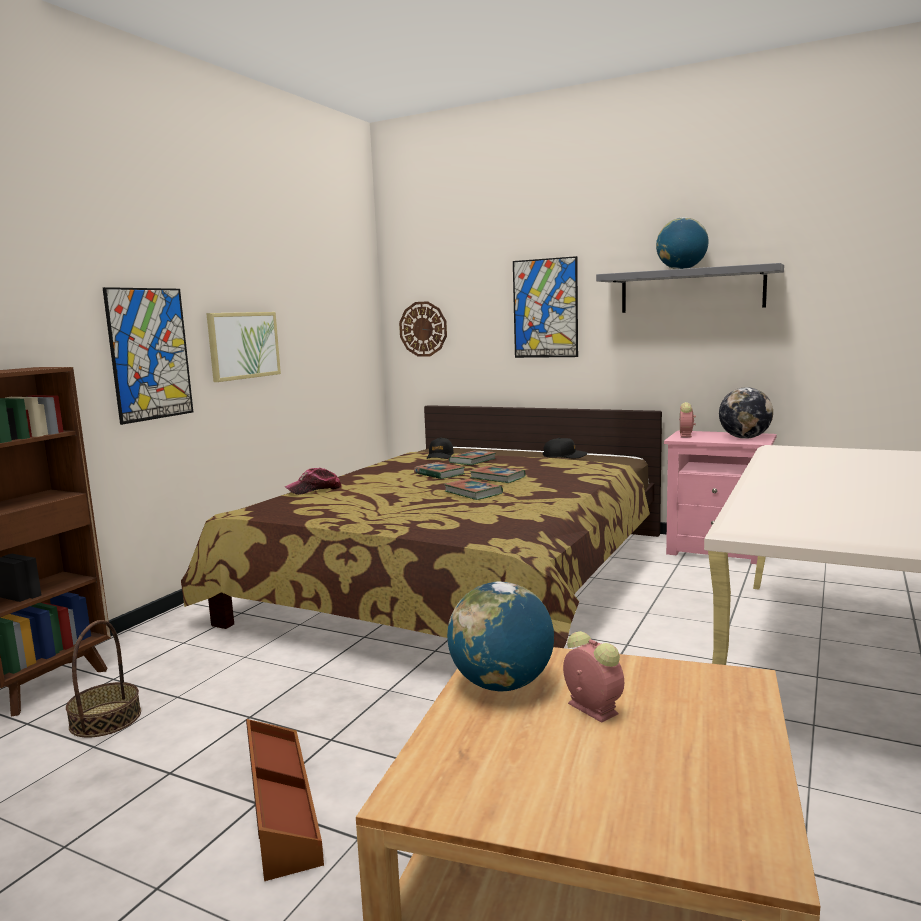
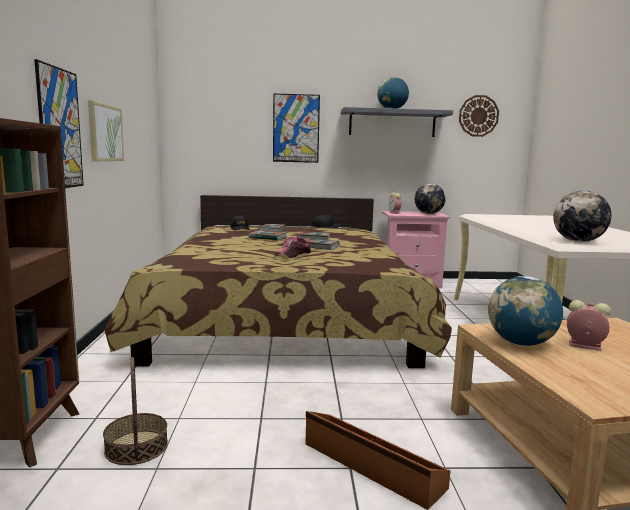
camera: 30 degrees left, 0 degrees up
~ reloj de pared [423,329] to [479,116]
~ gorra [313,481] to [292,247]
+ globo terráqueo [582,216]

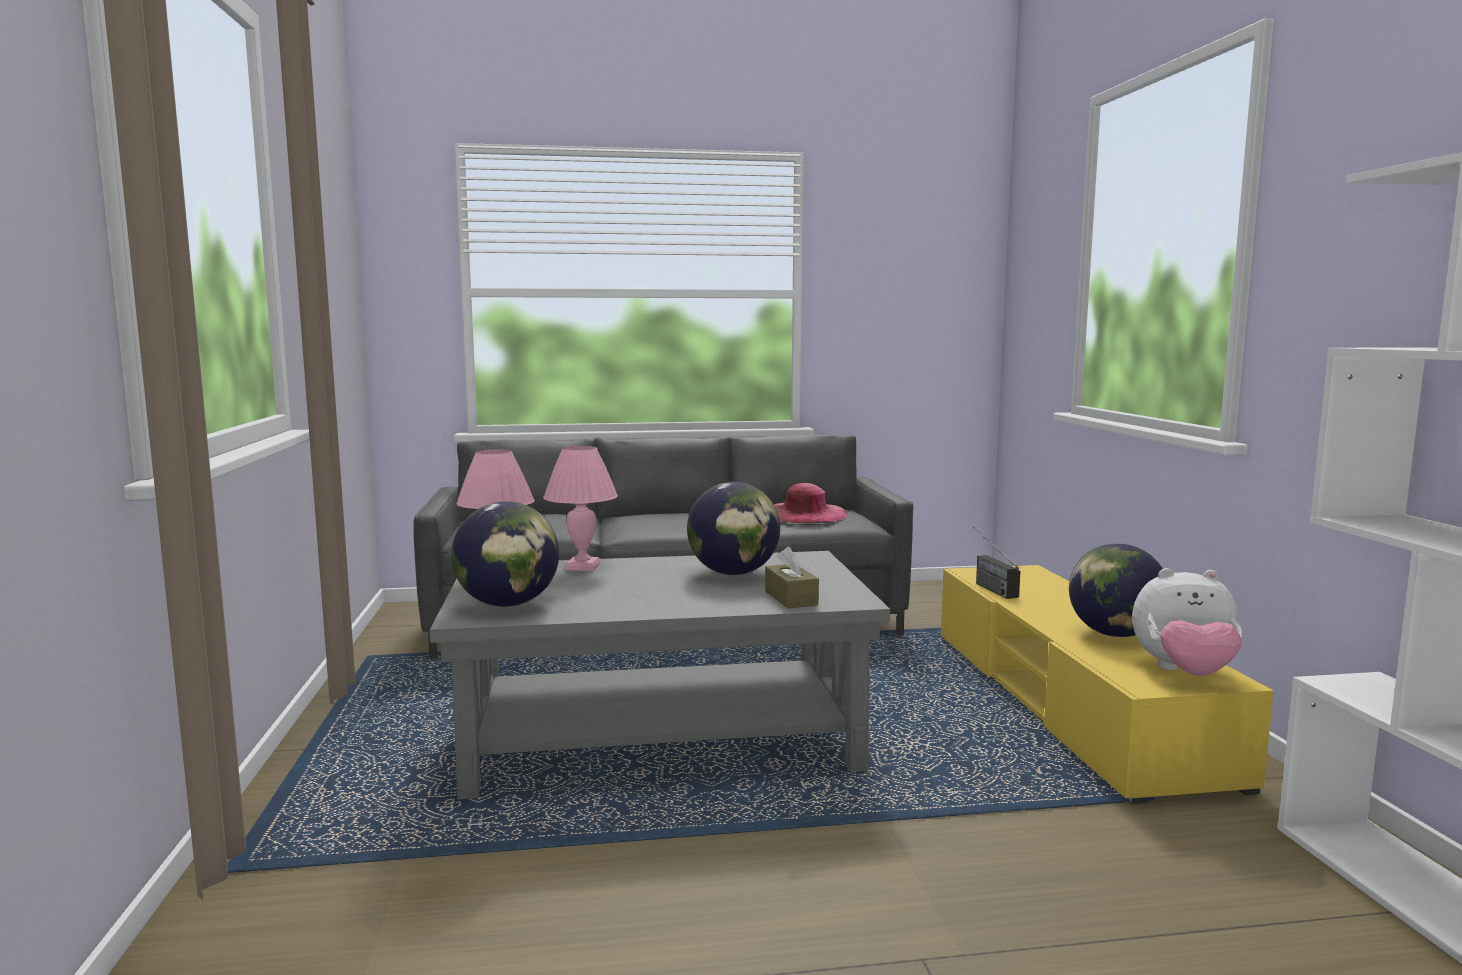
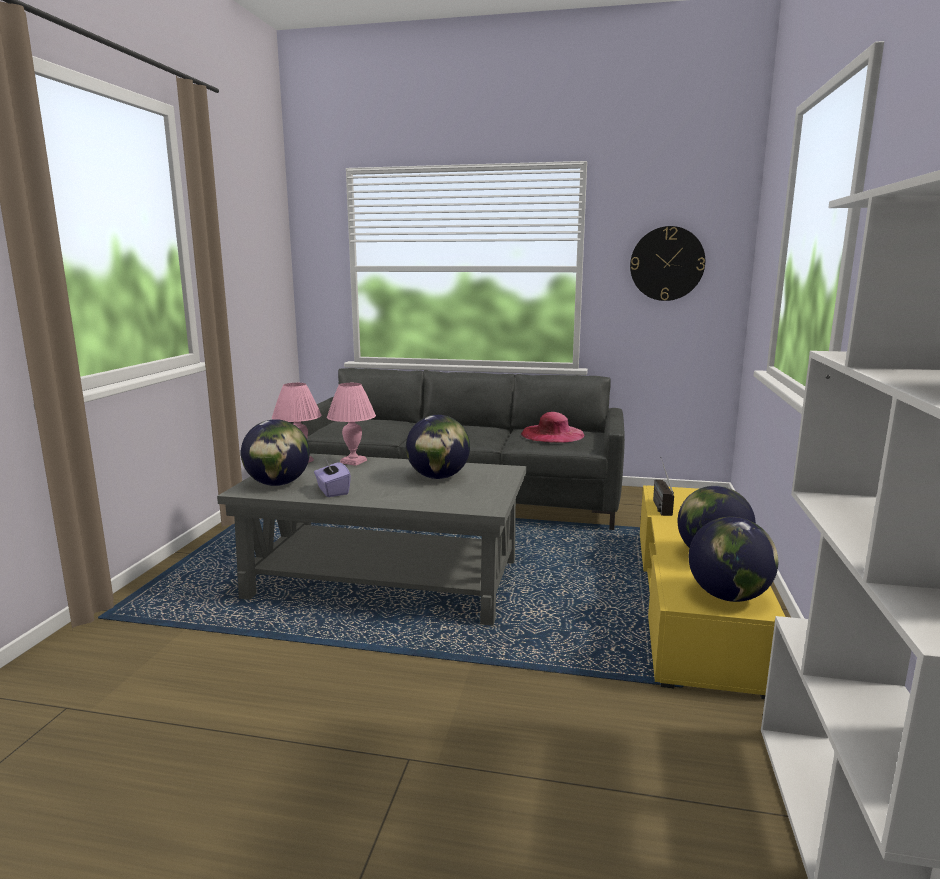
camera: 20 degrees right, 5 degrees up
- caja de pañuelos [marrón] [792,577]
~ peluche [1187,622] to globo terráqueo [733,559]
+ reloj de pared [667,263]
+ caja de pañuelos [morado] [332,478]

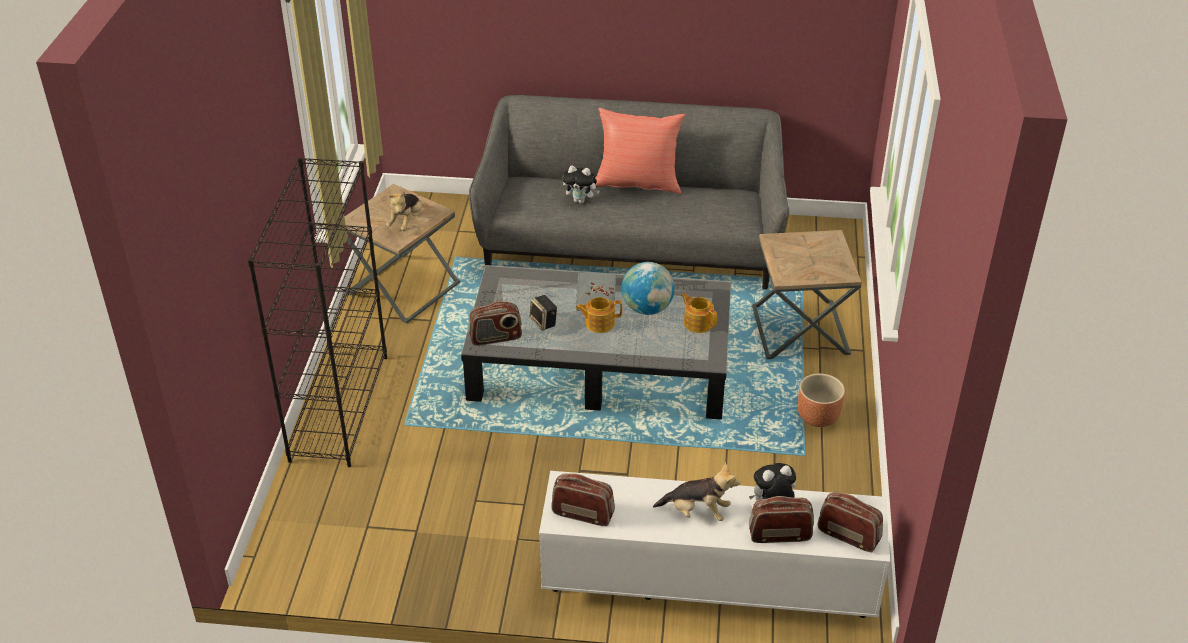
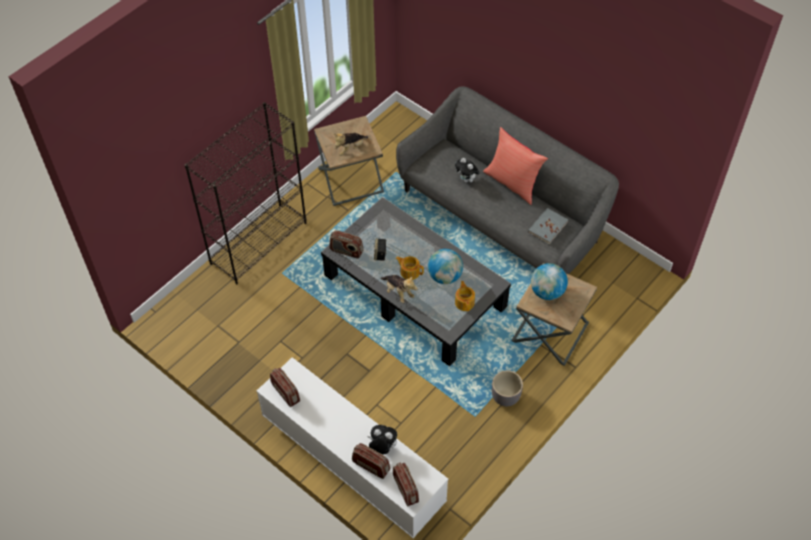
camera: 35 degrees right, 15 degrees up
~ libro [gris] [596,292] to [548,226]
~ maceta [marrón] [821,400] to maceta [gris] [507,388]
~ peluche [696,491] to [399,289]
+ globo terráqueo [549,281]

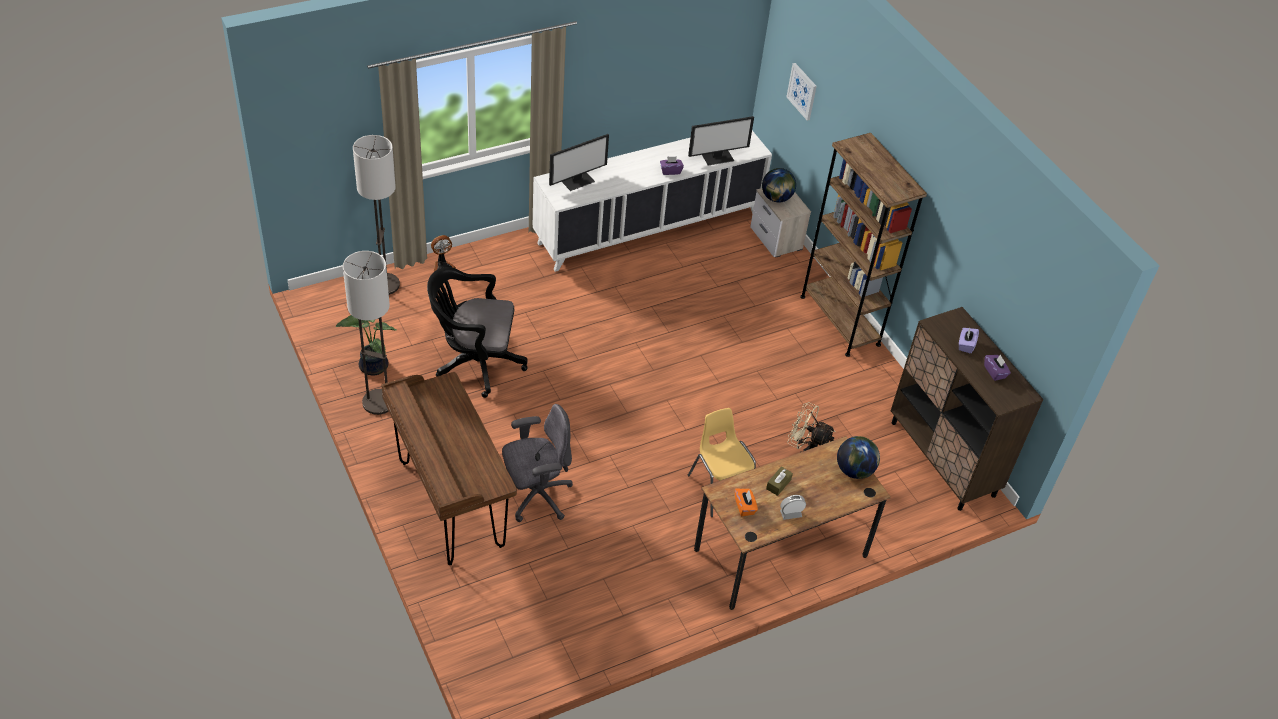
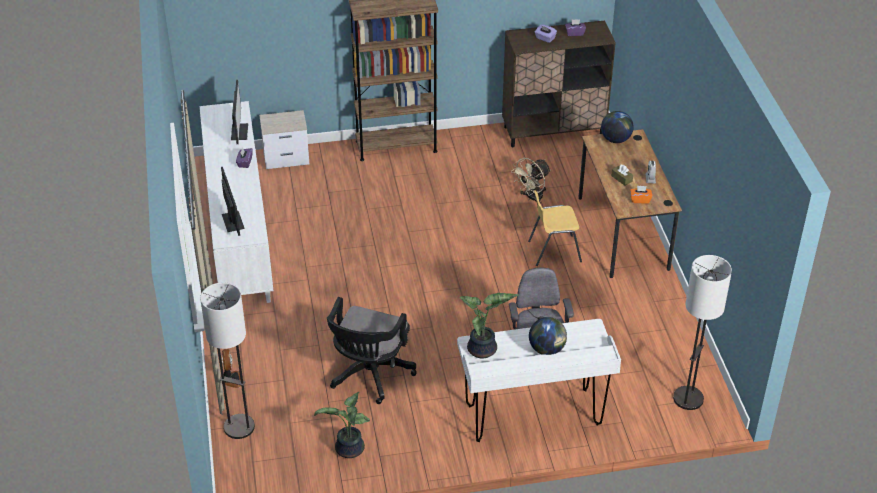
camera: 70 degrees left, 5 degrees down
- cuadro [802,92]
~ globo terráqueo [779,185] to [548,336]
~ lámpara de pie [366,333] to [702,332]
~ escritorio [marrón] [449,468] to escritorio [blanco] [539,380]
+ planta en maceta [489,326]

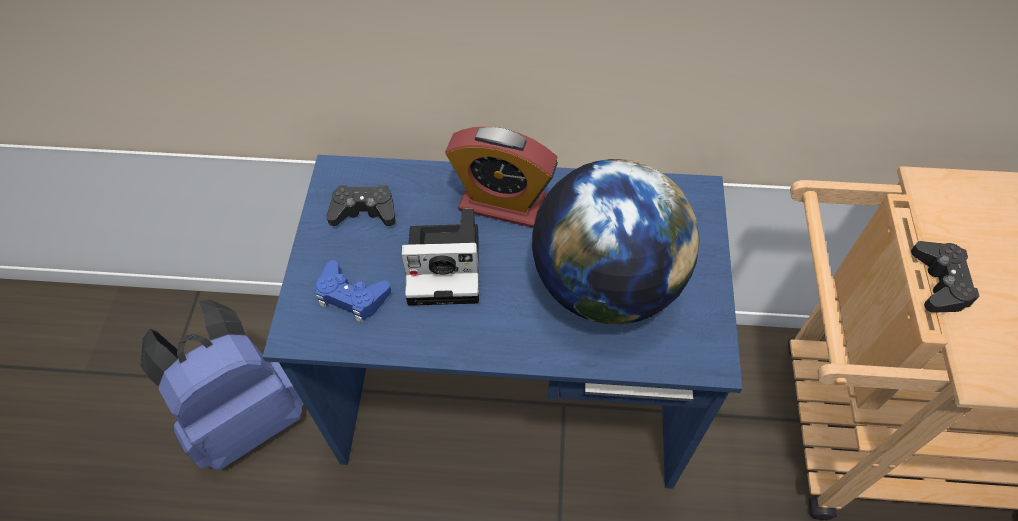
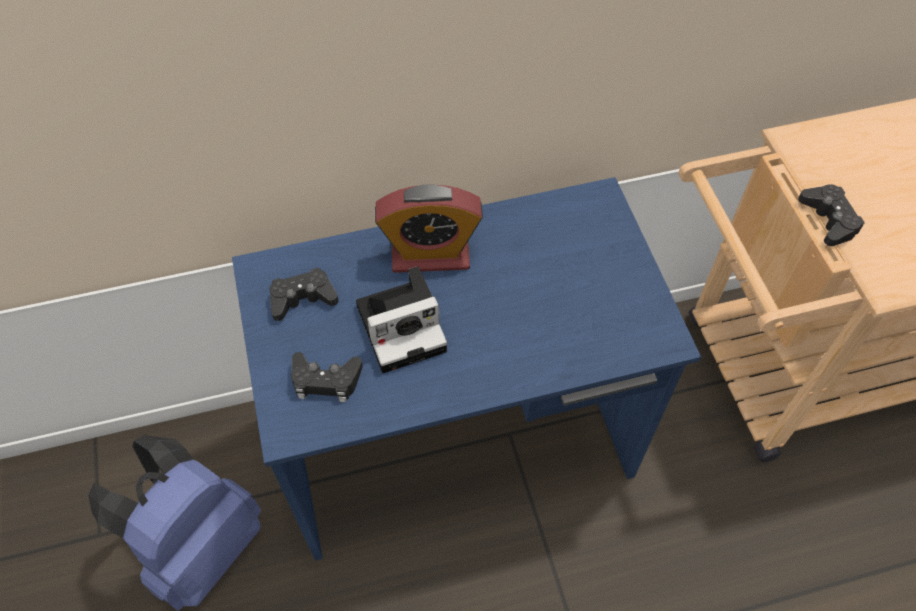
camera: 20 degrees left, 0 degrees up
- globo terráqueo [615,241]
~ mando de consola [azul] [353,291] to mando de consola [negro] [327,377]

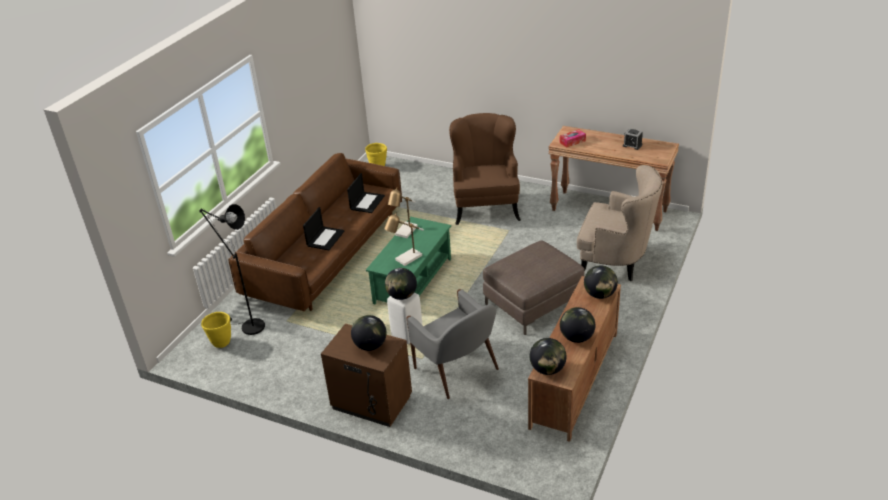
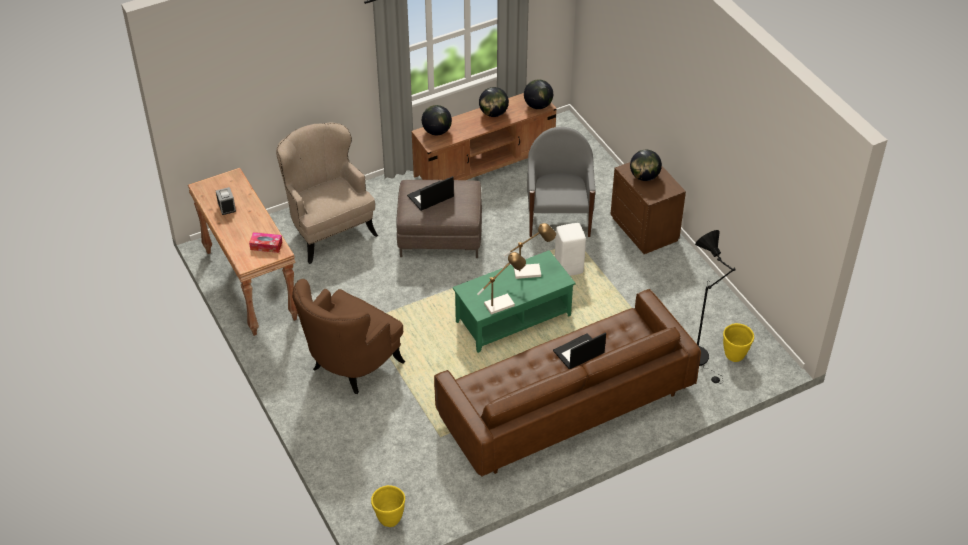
camera: 145 degrees left, 10 degrees up
~ portátil [366,193] to [430,193]
- globo terráqueo [401,284]

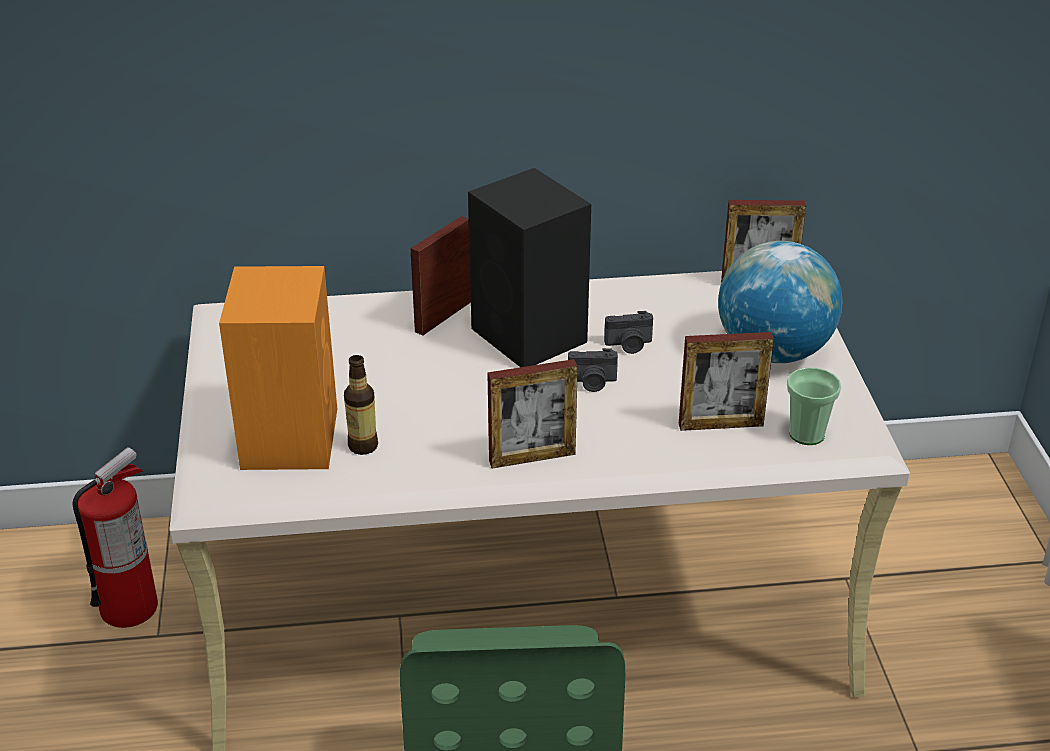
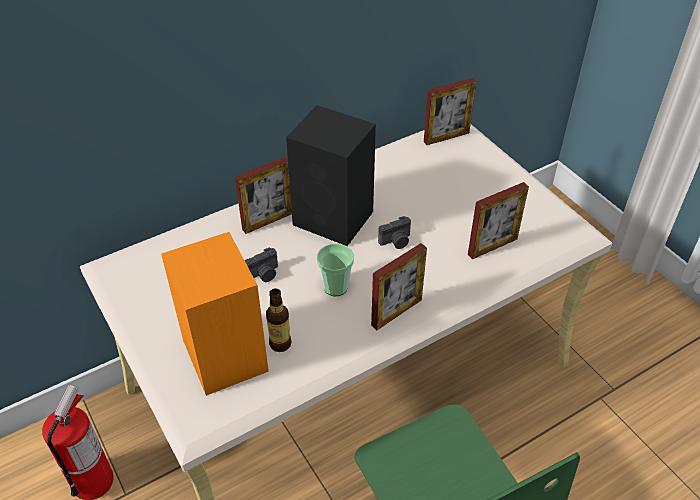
camera: 25 degrees left, 10 degrees up
~ portarretratos [441,276] = [263,195] 135 degrees counterclockwise
- globo terráqueo [780,302]
~ cámara [628,332] to [261,265]
~ taza [814,406] to [335,270]

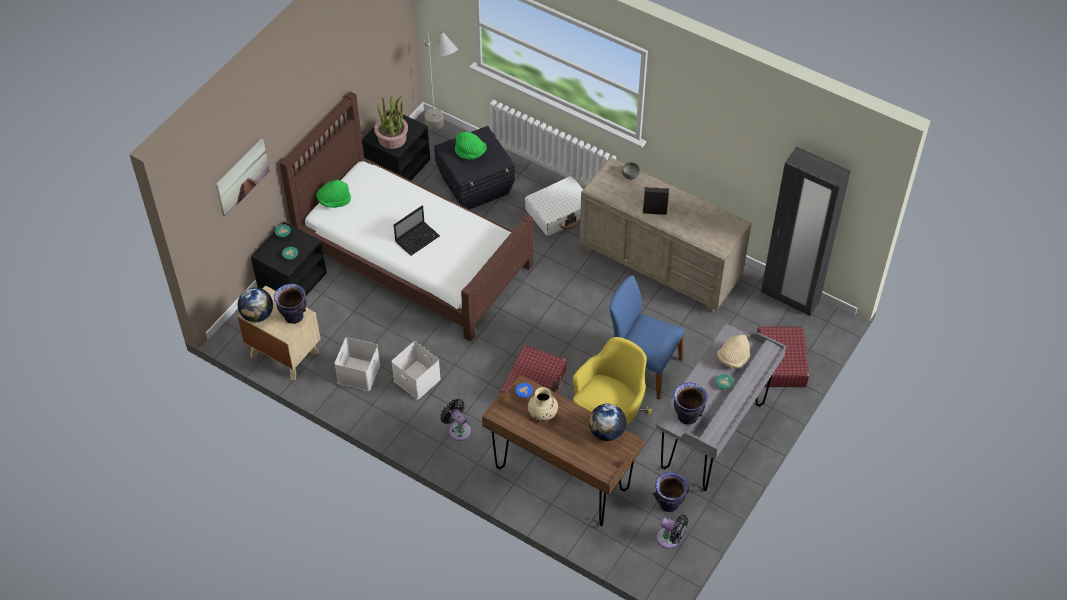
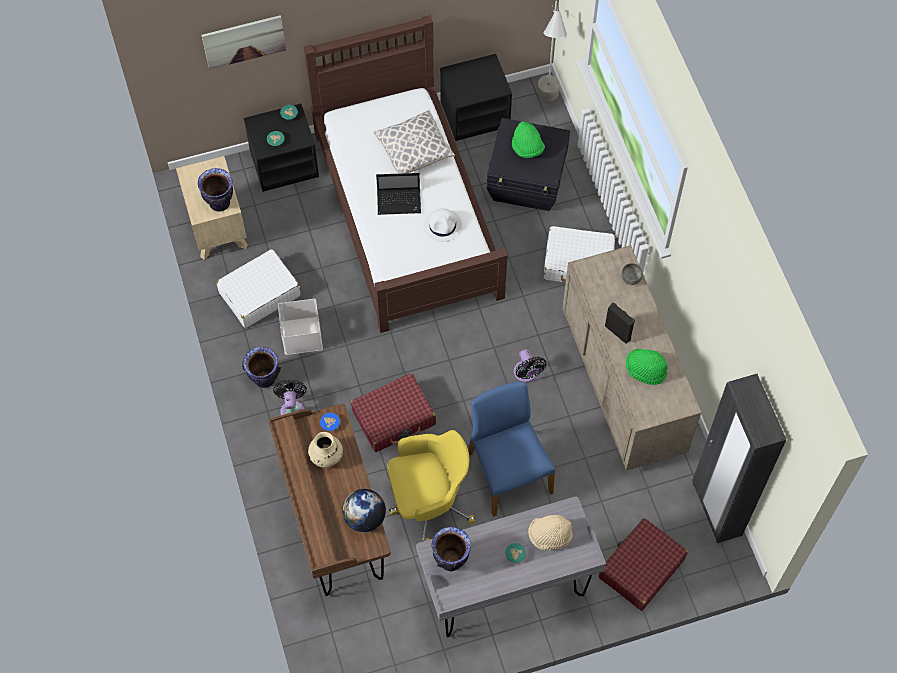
camera: 40 degrees right, 10 degrees up
- planta en maceta [391,122]
~ sombrero [verde] [333,194] to [647,367]
- globo terráqueo [255,304]
~ caja de almacenaje [blanco] [357,364] to maleta [blanco] [258,288]
~ florero [671,492] to [262,367]
~ ventilador [negro] [672,531] to [530,365]
+ cojín [414,142]
+ sombrero [blanco] [443,225]

